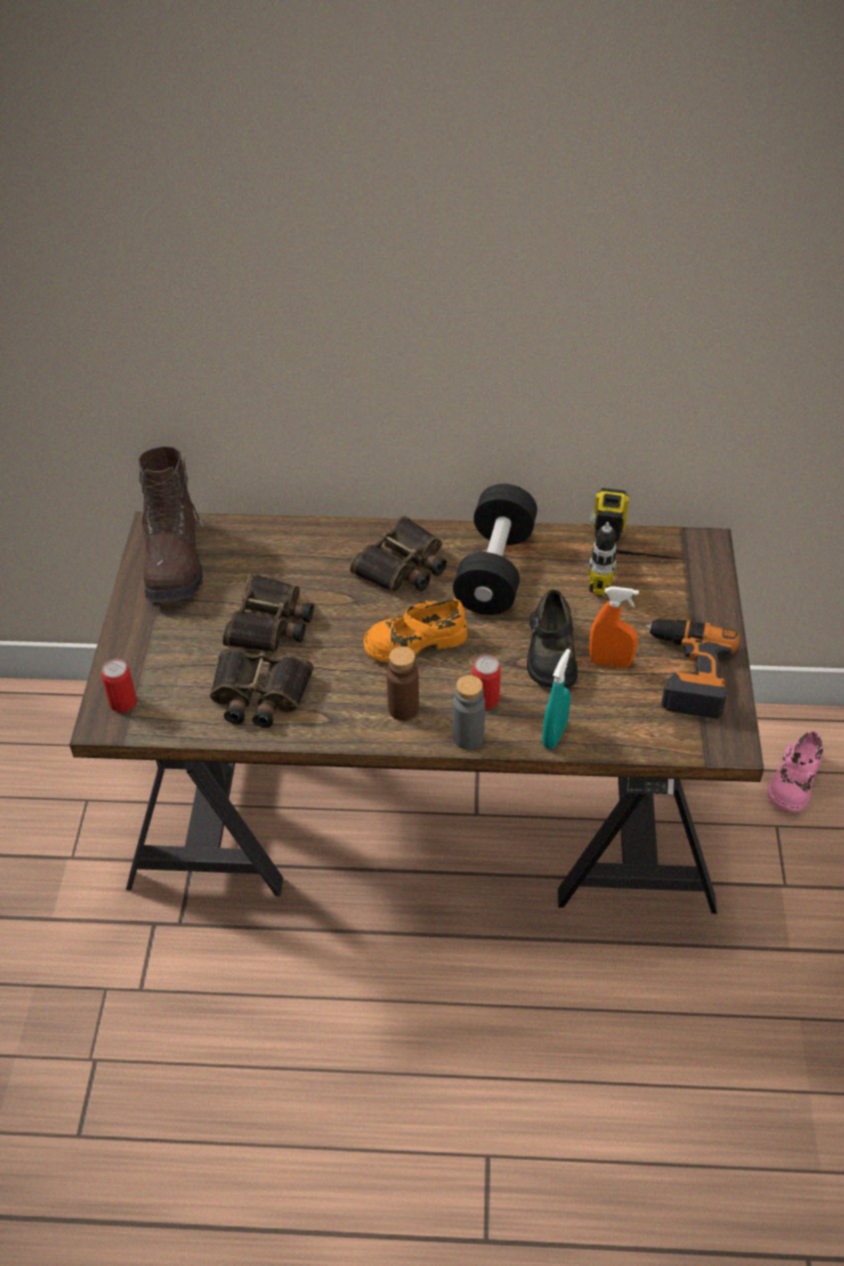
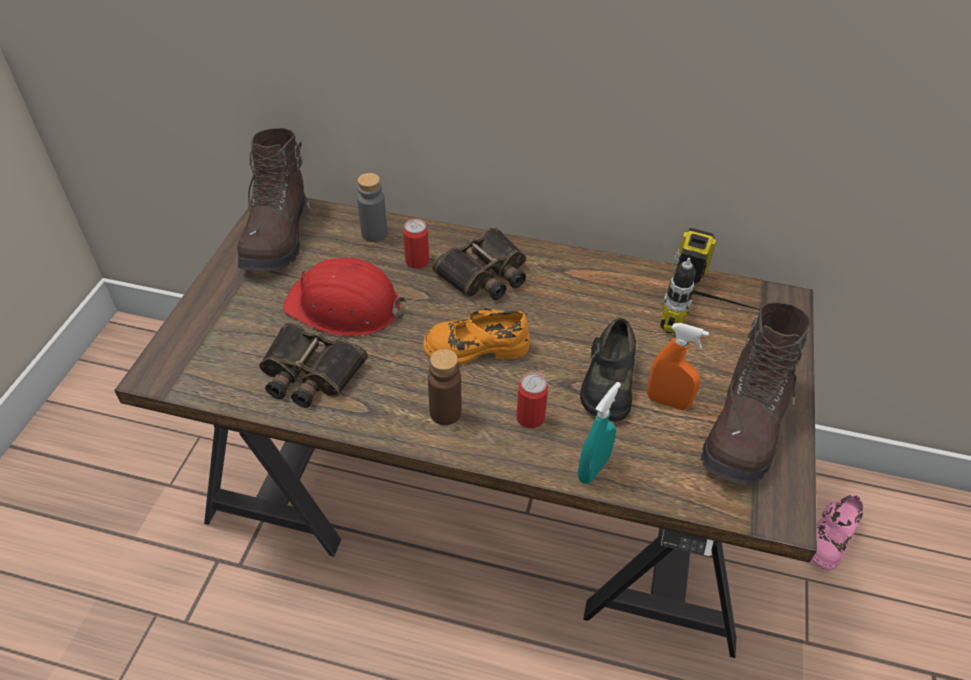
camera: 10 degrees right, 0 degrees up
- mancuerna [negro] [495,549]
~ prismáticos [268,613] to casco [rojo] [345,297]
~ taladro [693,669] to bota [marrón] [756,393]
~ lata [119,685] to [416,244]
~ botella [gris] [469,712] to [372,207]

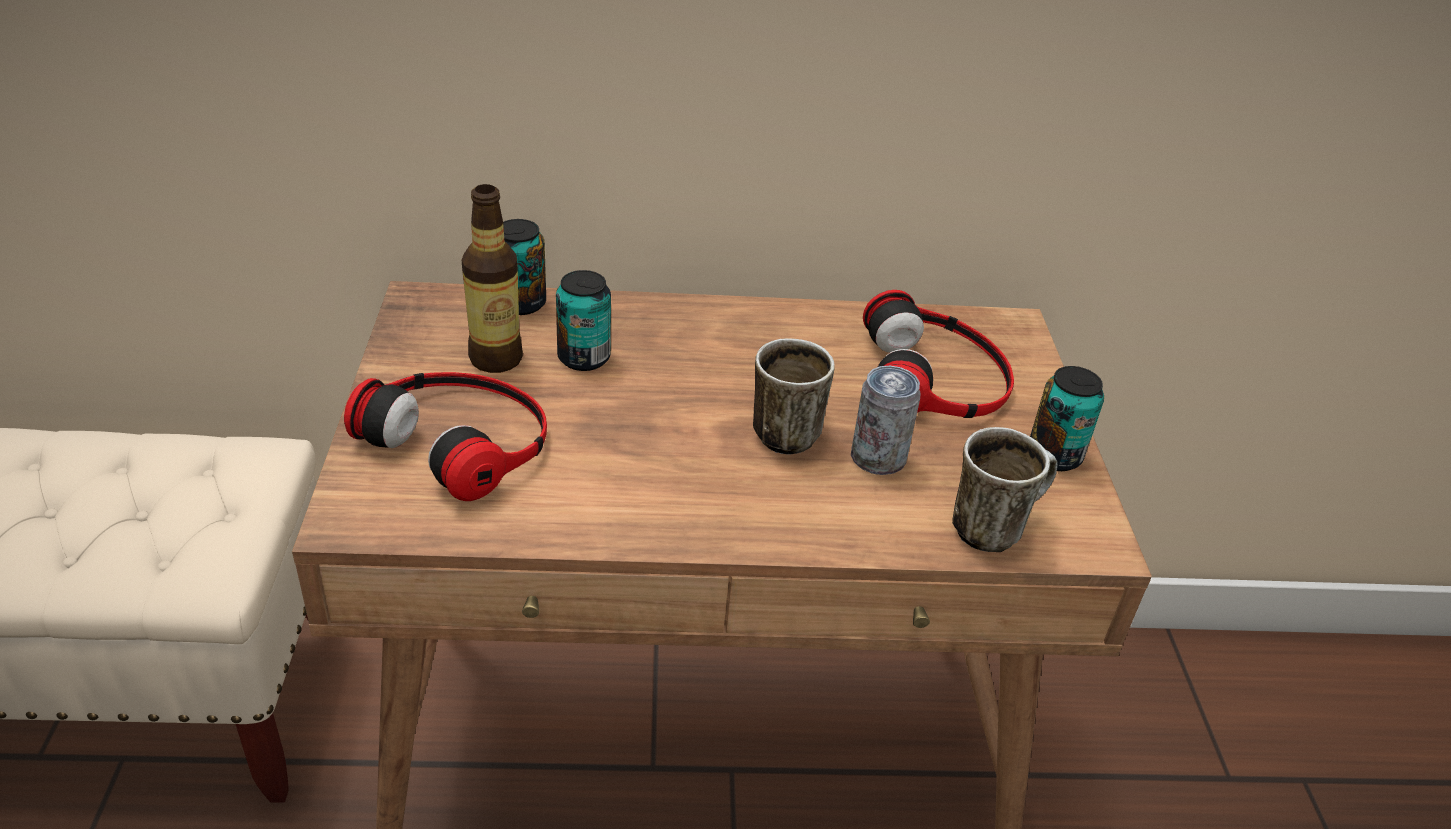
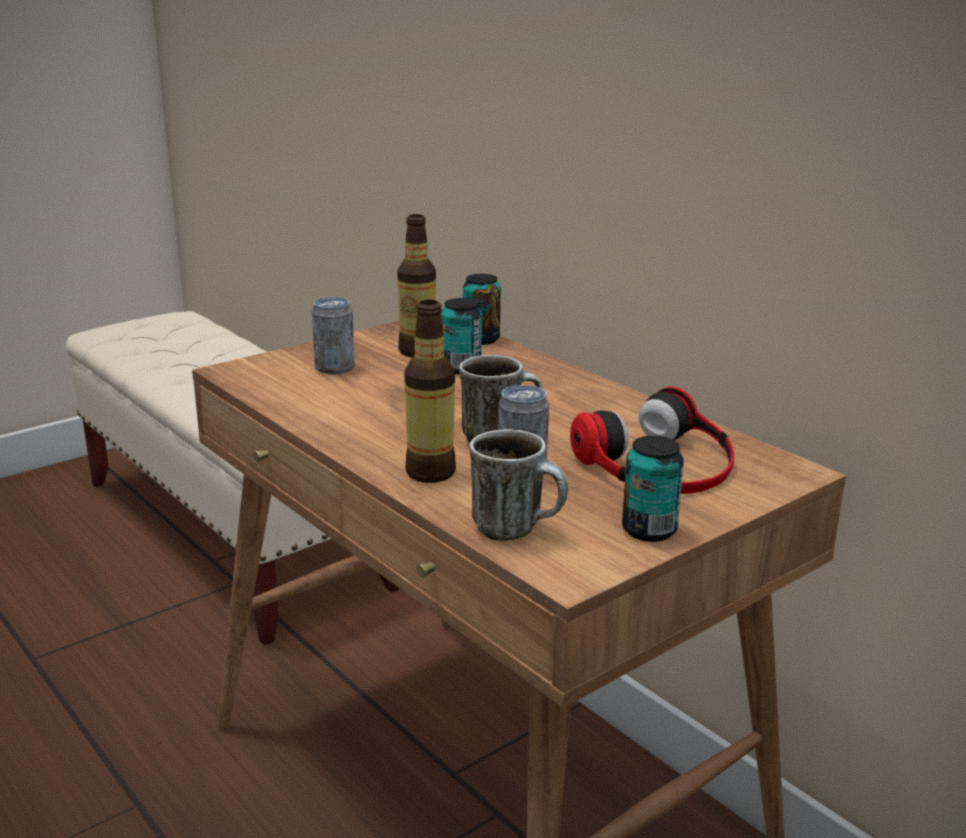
camera: 55 degrees right, 15 degrees down
~ auriculares [445,436] to lata [333,336]
+ botella [430,391]

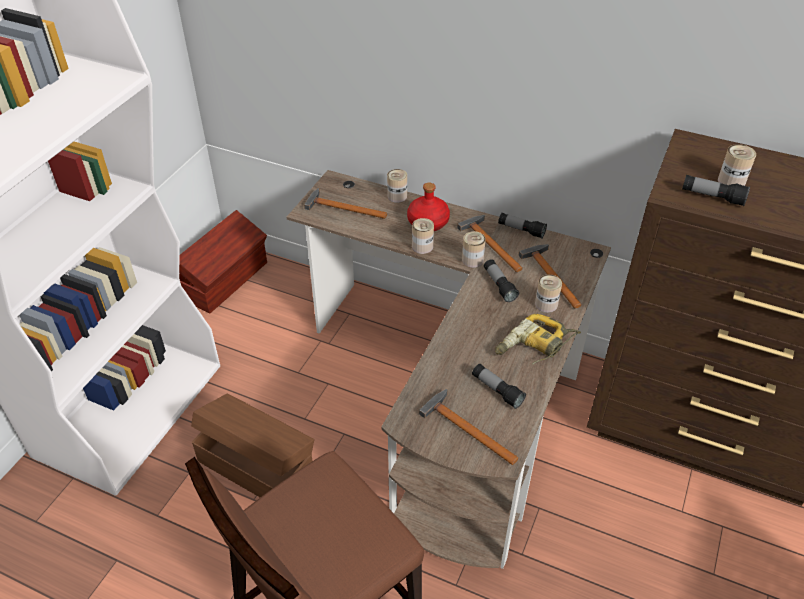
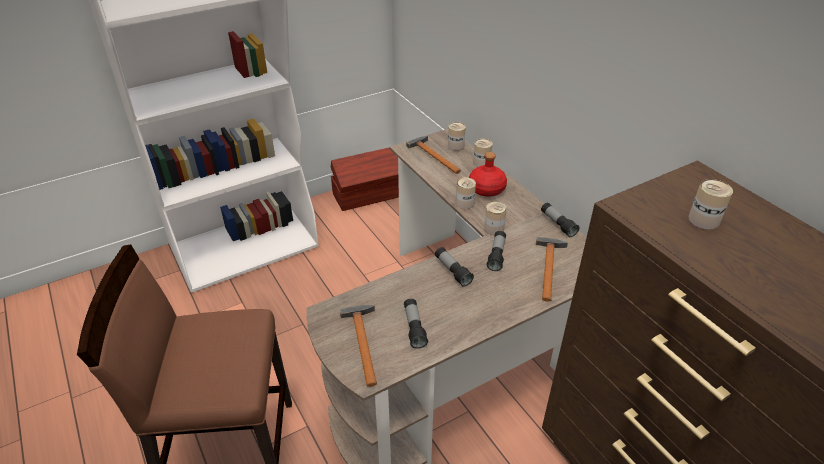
camera: 35 degrees right, 5 degrees down
~ linterna [716,190] to [454,267]
- martillo [490,243]
~ lata [548,293] to [457,136]
- taladro [538,339]
- caja de almacenaje [marrón] [252,445]

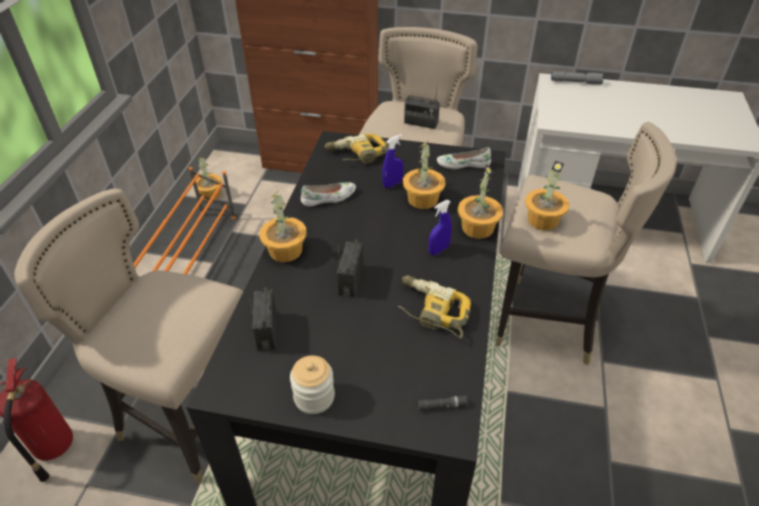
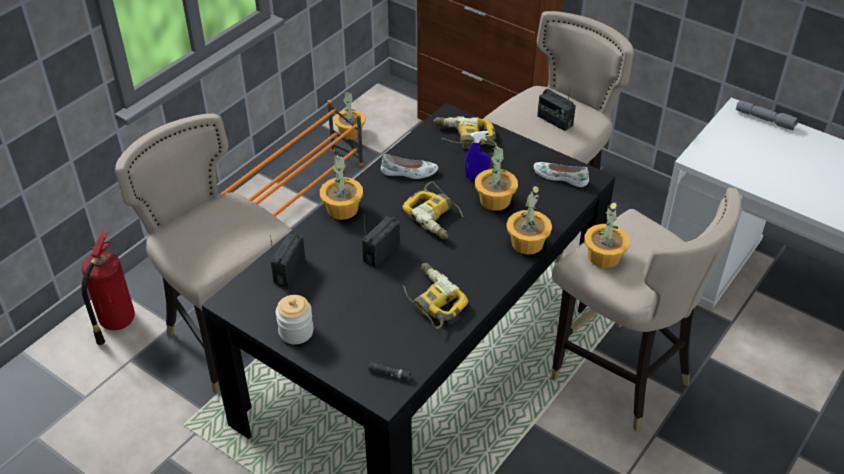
camera: 25 degrees right, 0 degrees up
- pulverizador [azul] [440,227]
+ taladro [433,210]

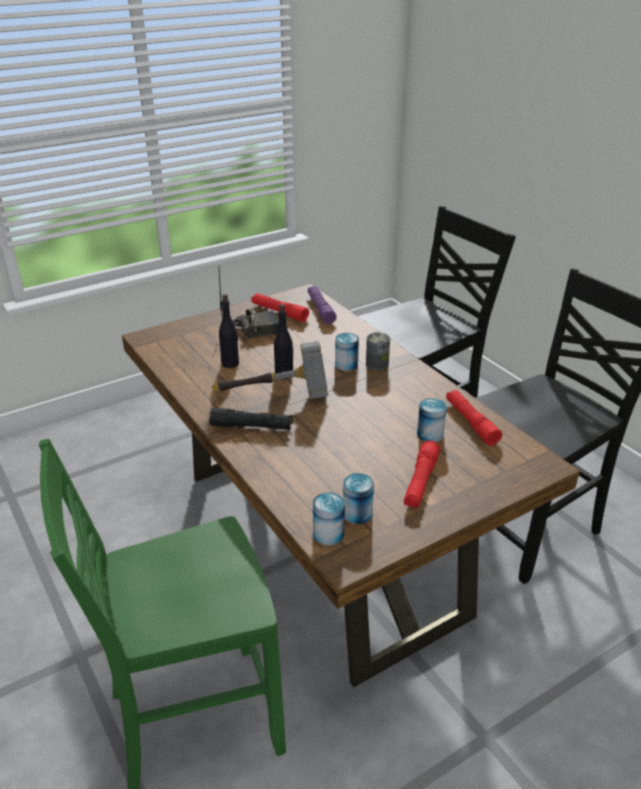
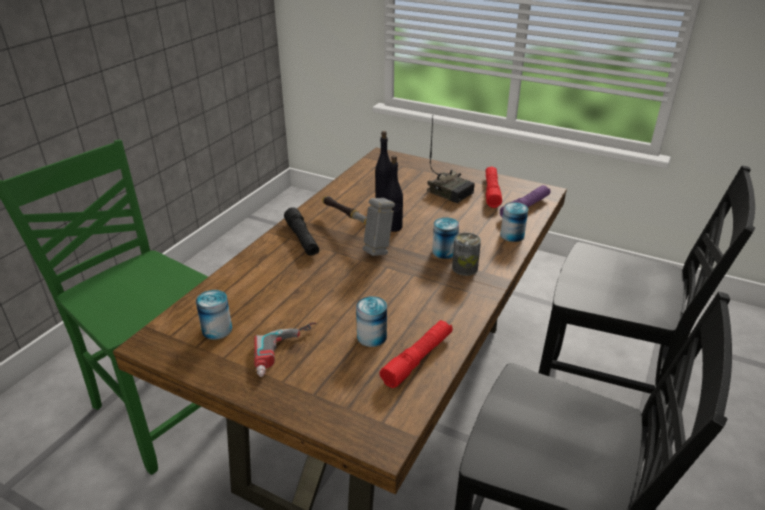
camera: 60 degrees right, 0 degrees up
~ linterna [rojo] [422,474] to taladro [285,349]
~ lata [329,518] to [514,222]

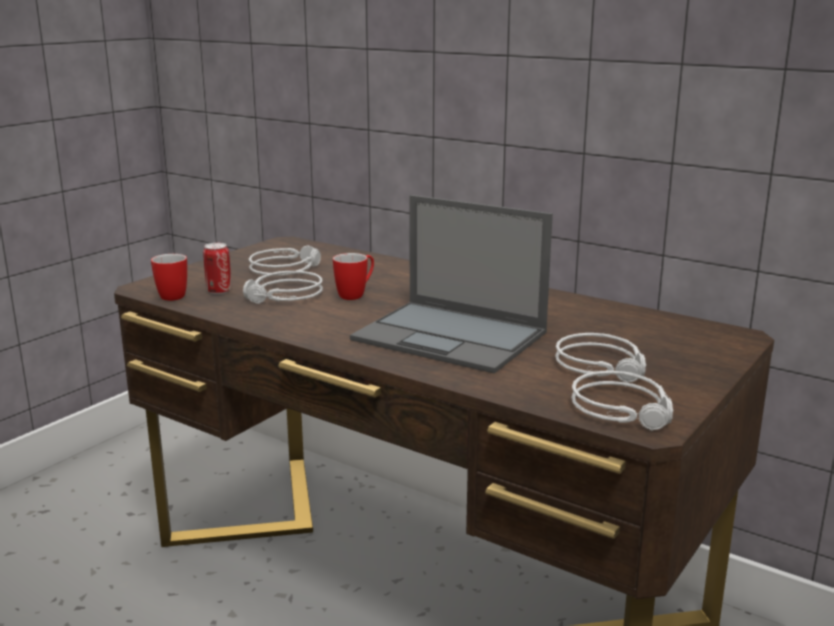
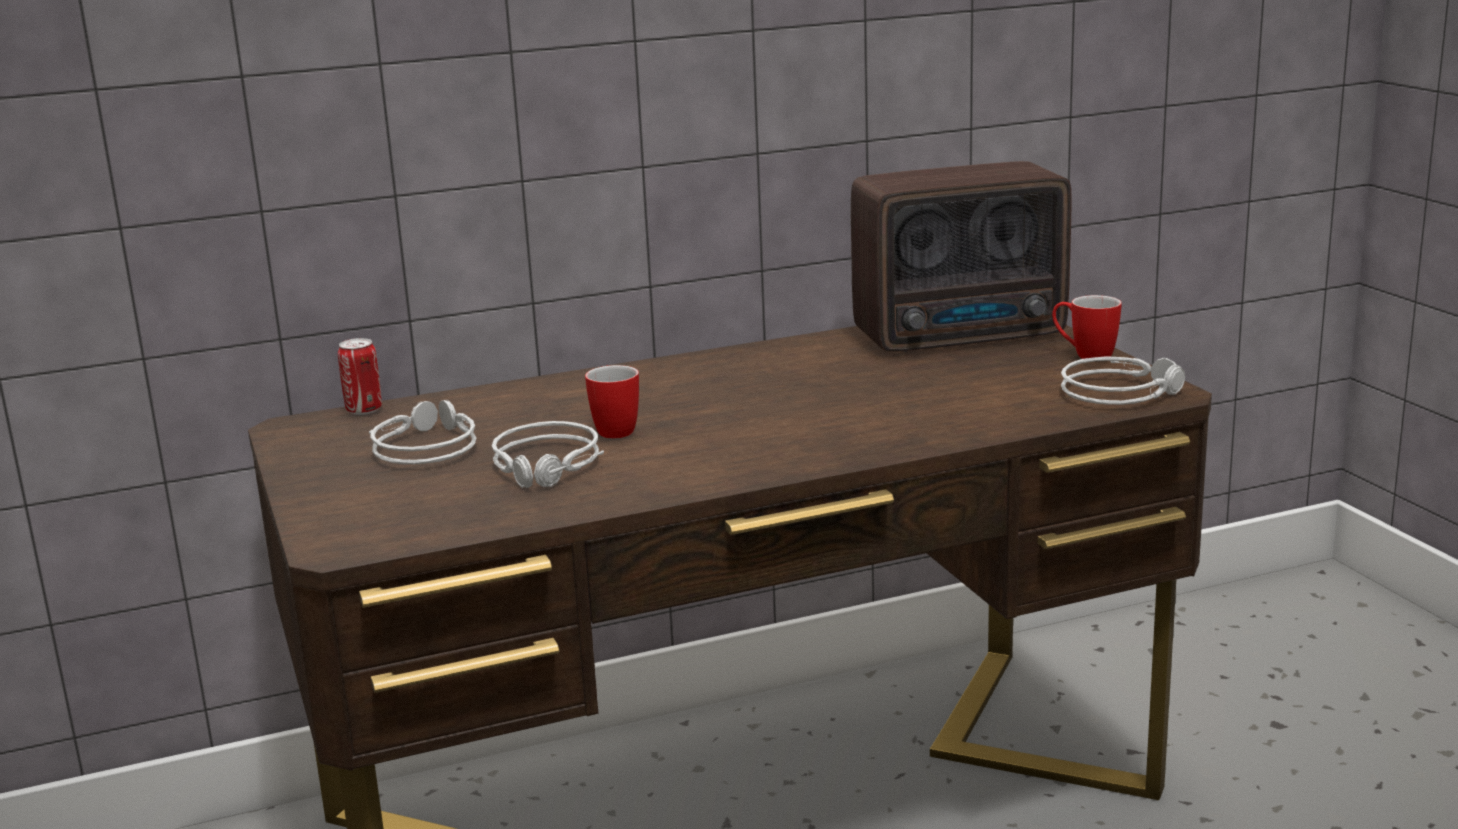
camera: 55 degrees left, 0 degrees up
- portátil [451,284]
~ lata [217,268] to [360,376]
~ taza grande [169,277] to [1087,327]
- auriculares [gris] [600,358]
+ radio [961,256]

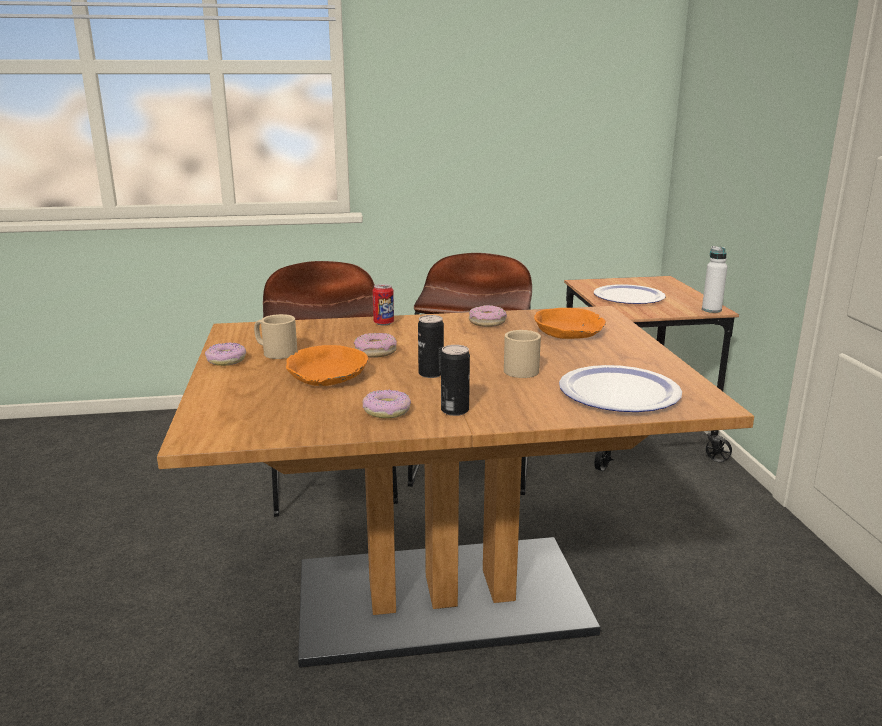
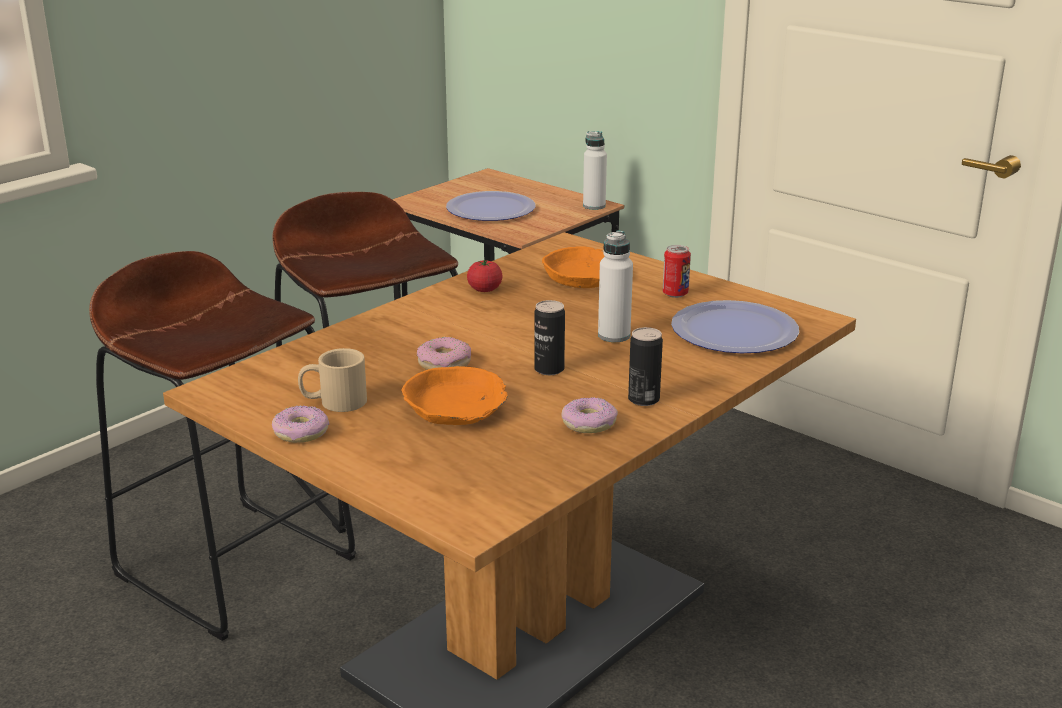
camera: 40 degrees left, 5 degrees up
~ lata [383,305] to [677,271]
~ rosquilla [488,316] to tomate [485,276]
~ taza grande [beis] [522,354] to botella [blanco] [615,286]

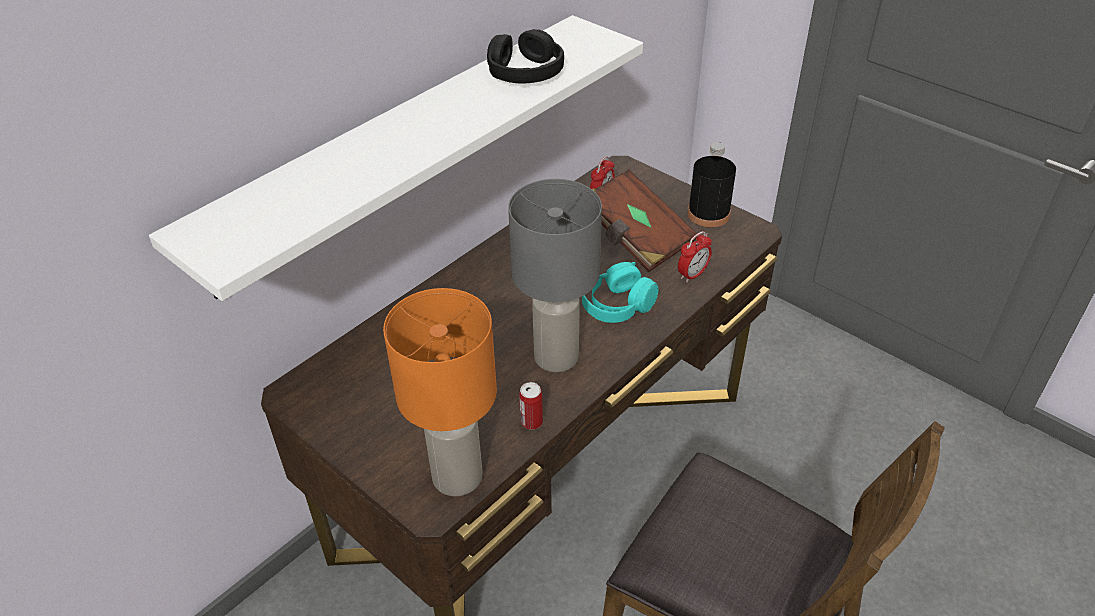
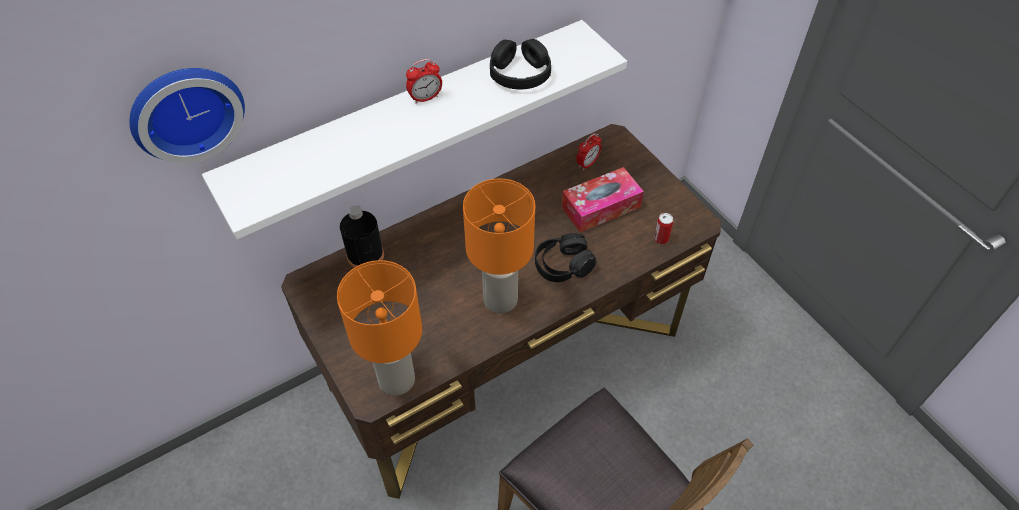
camera: 15 degrees right, 10 degrees up
~ botella [negro] [712,185] to [362,237]
~ libro [marrón] [644,220] to caja de pañuelos [602,199]
~ lámpara de mesa [gris] [555,275] to lámpara de mesa [naranja] [499,246]
~ despertador [695,256] to [424,81]
~ auriculares [turquesa] [620,292] to auriculares [negro] [565,257]
~ lata [531,406] to [663,228]
+ reloj de pared [187,115]

